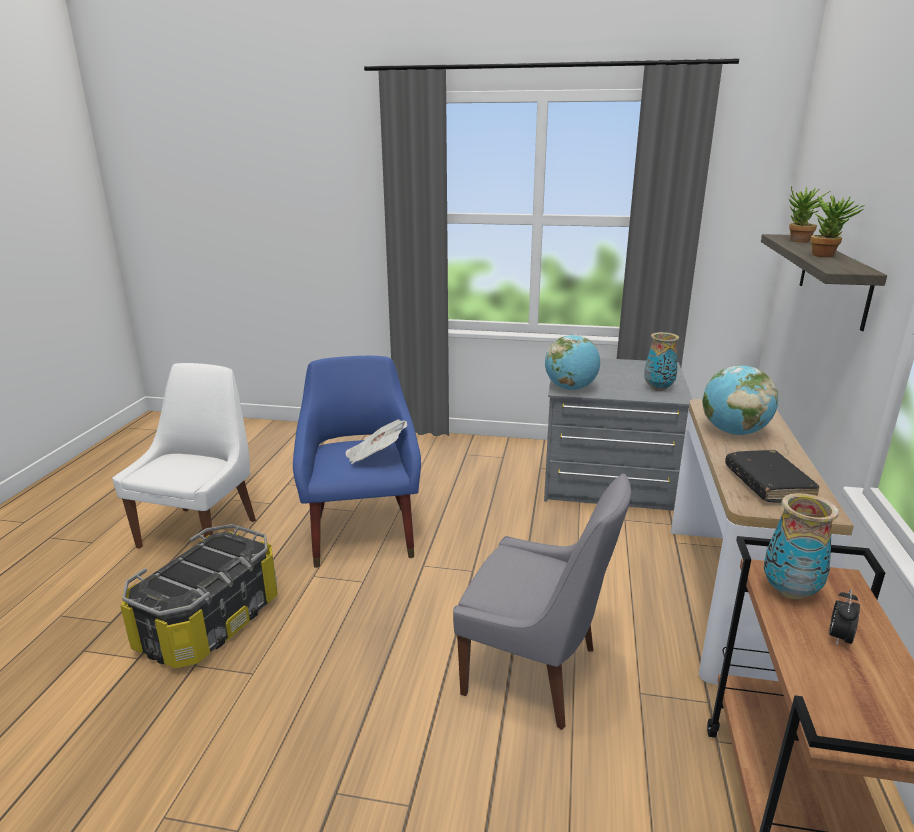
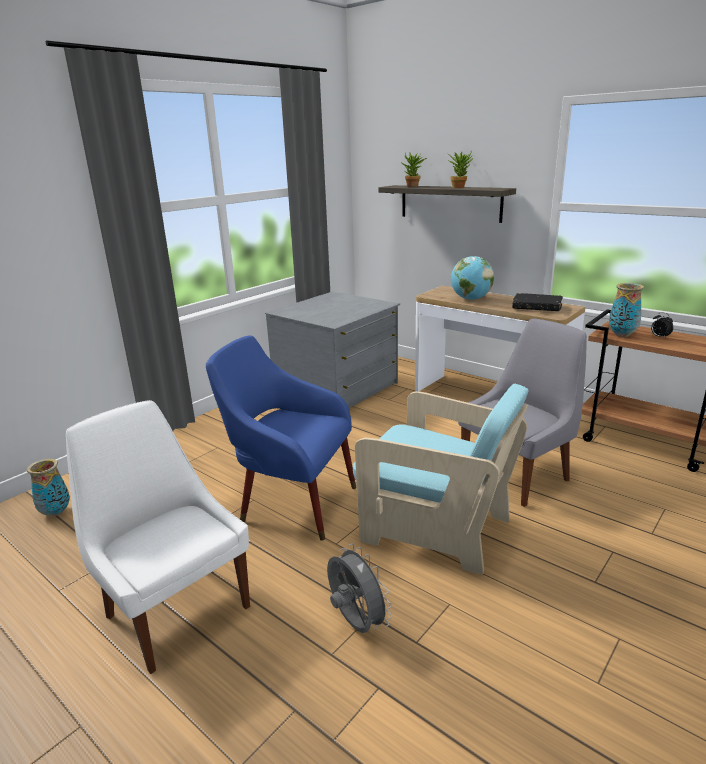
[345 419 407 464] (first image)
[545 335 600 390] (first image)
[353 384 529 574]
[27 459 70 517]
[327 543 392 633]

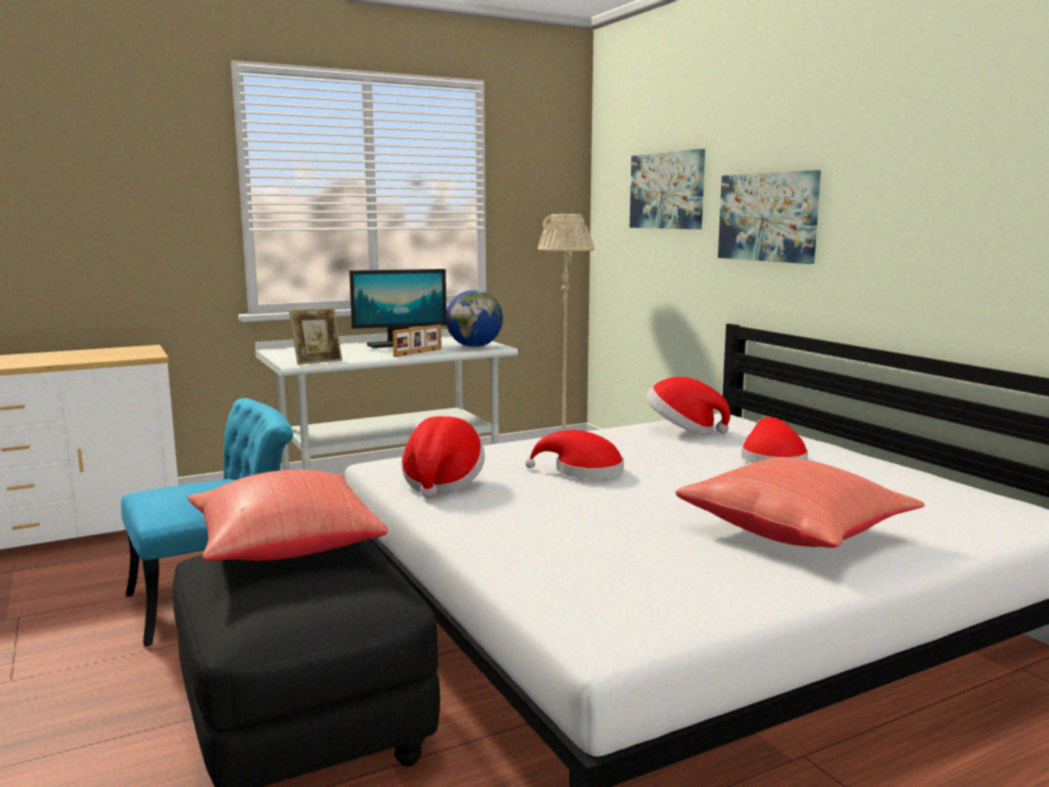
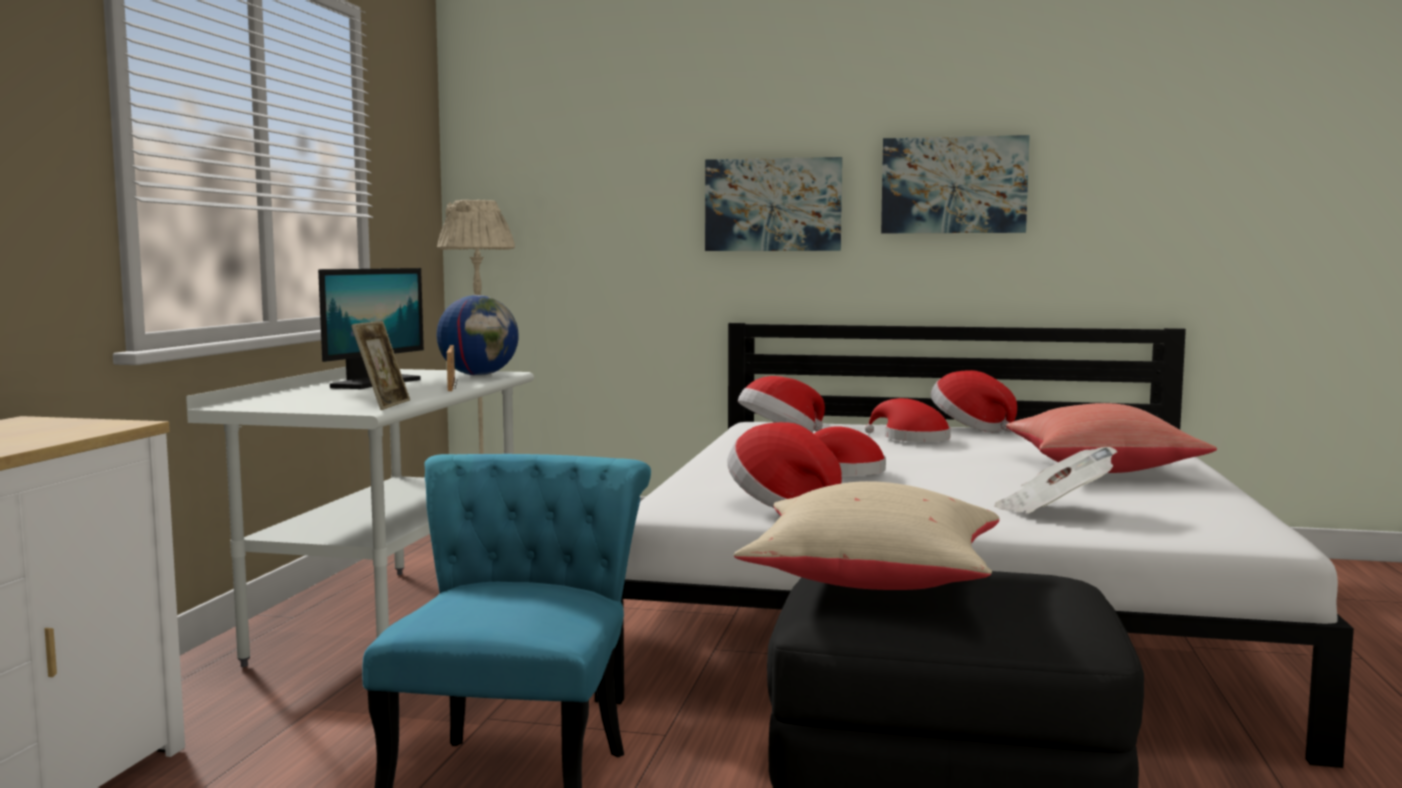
[930 370 1017 432]
[994 447 1118 513]
[881 135 1030 233]
[734 481 1000 590]

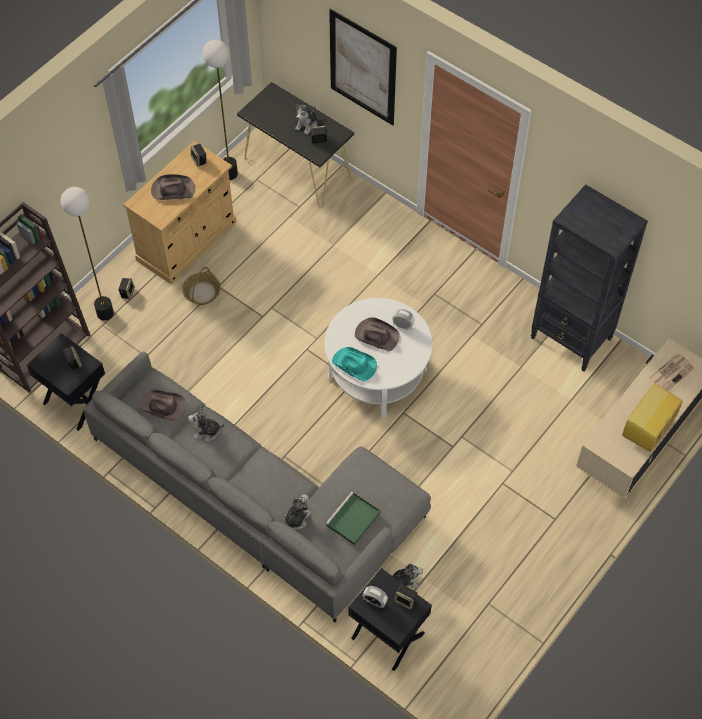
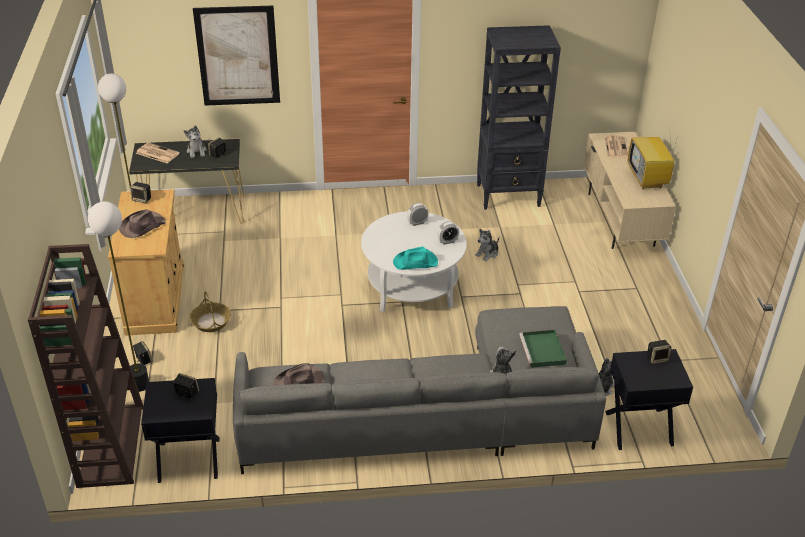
[355 317 400 352] (first image)
[136 142 180 163]
[475 229 499 261]
[437 221 459 245]

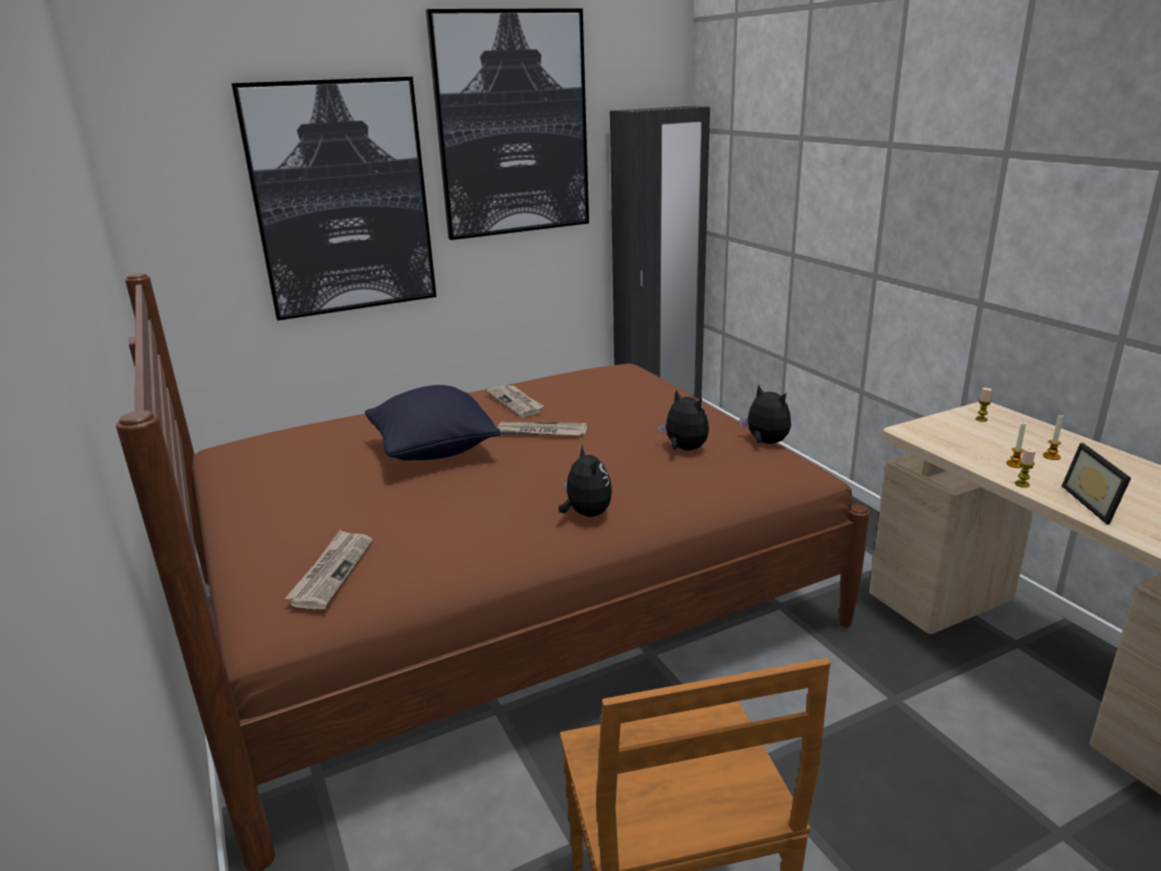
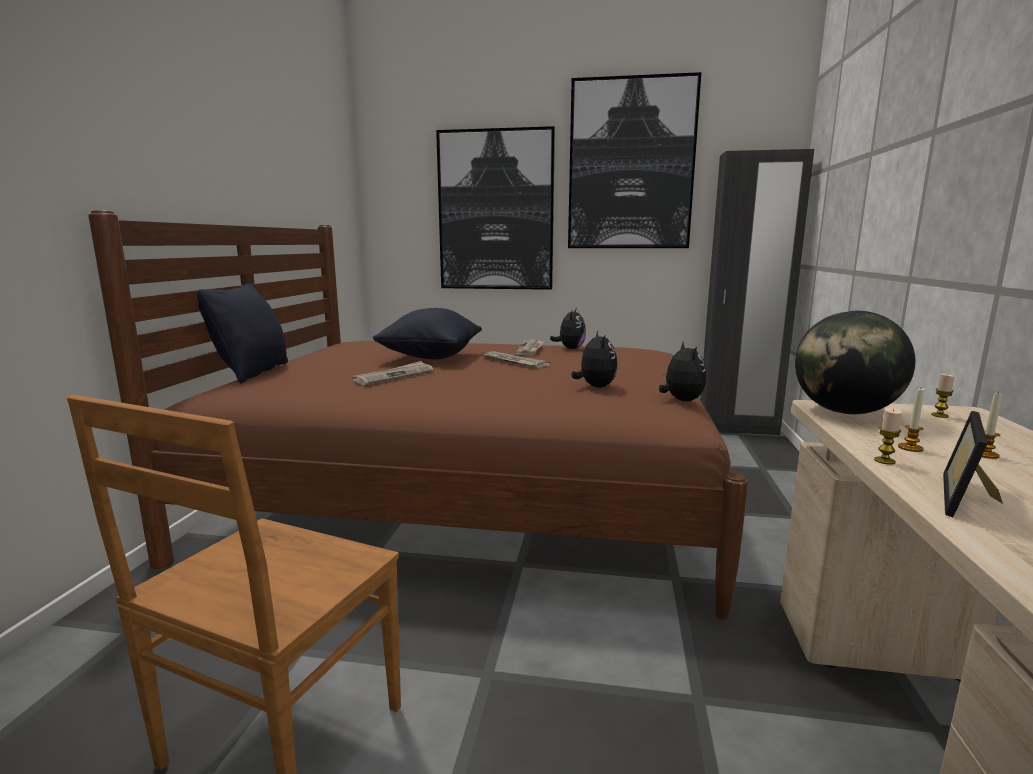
[197 282 288 383]
[795 311 915 414]
[352 361 434 385]
[550 308 586 349]

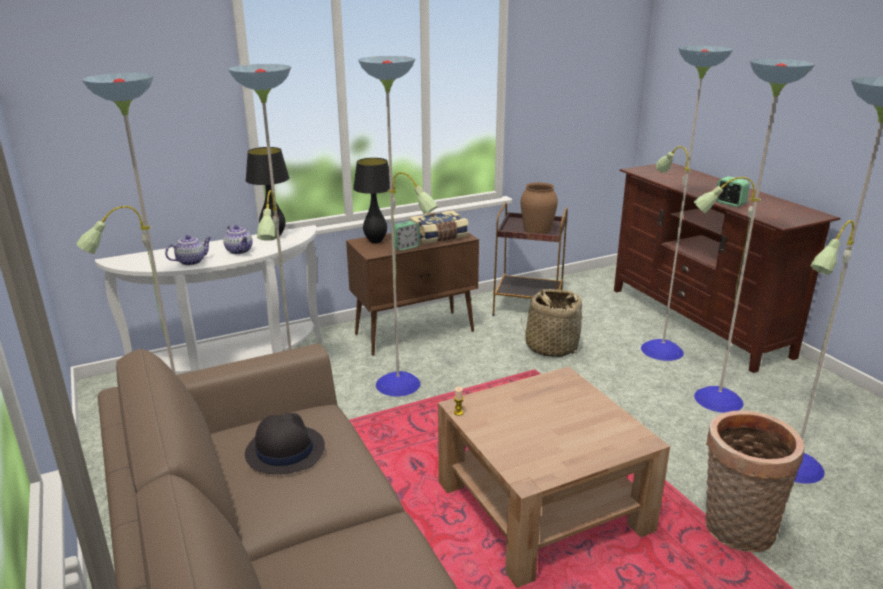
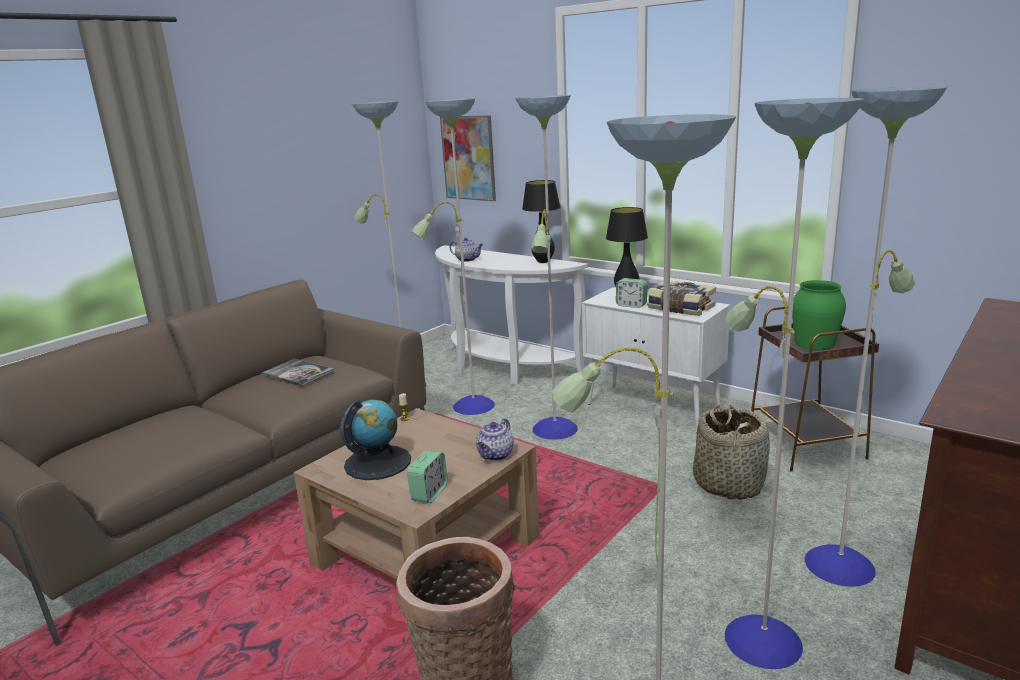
[340 399 411 480]
[440 115 496 201]
[476 418 514 461]
[407 451 448 503]
[262 359 334 386]
[582 287 730 433]
[792 280 846 351]

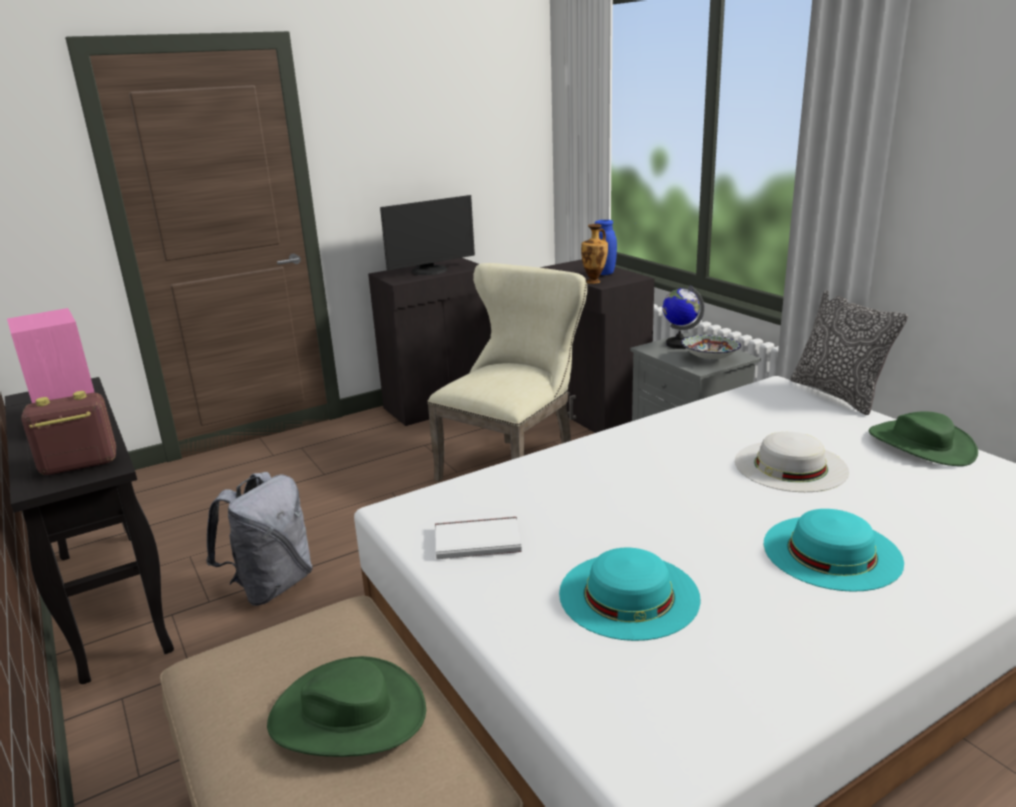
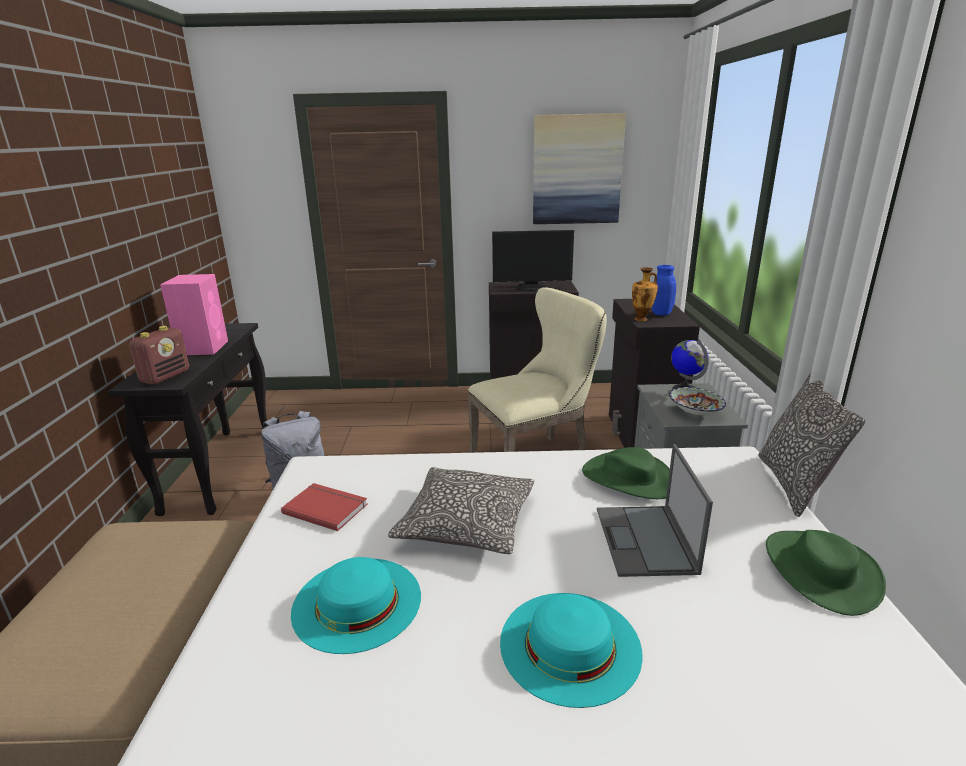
[388 467 534 554]
[533 113 626 224]
[582 447 670 499]
[597 444 713 577]
[281 483 367 531]
[129 326 189 384]

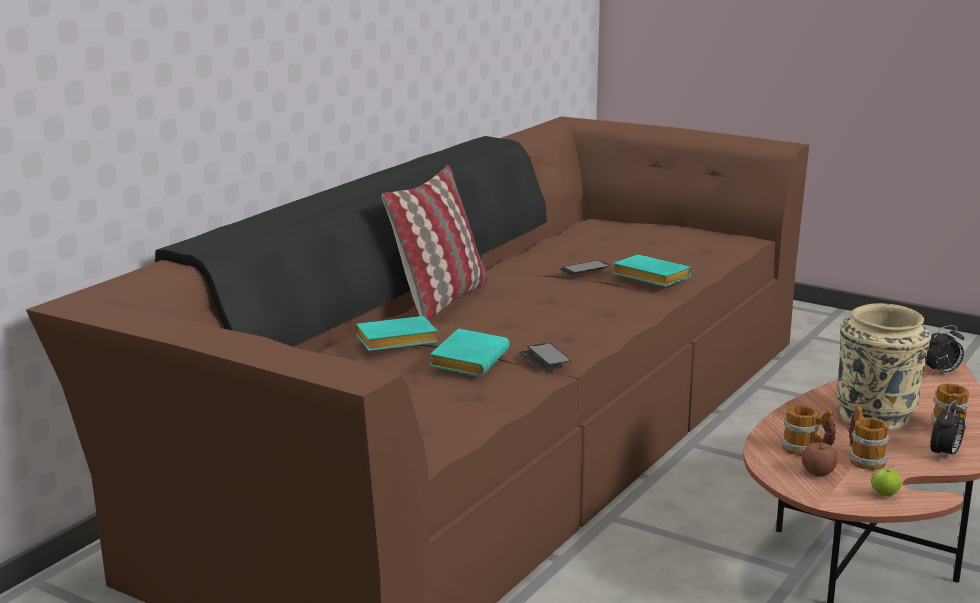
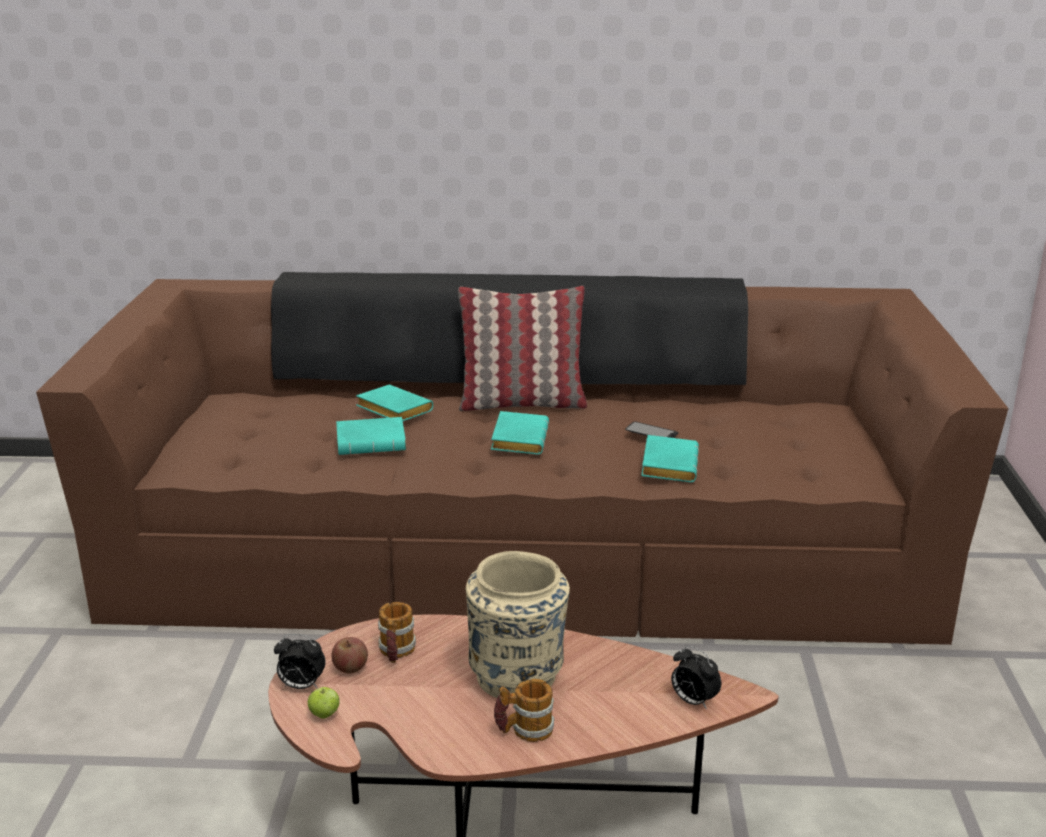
[520 343 572 371] (first image)
[848 406 890 470] (first image)
[491 411 549 455]
[274 634 326 689]

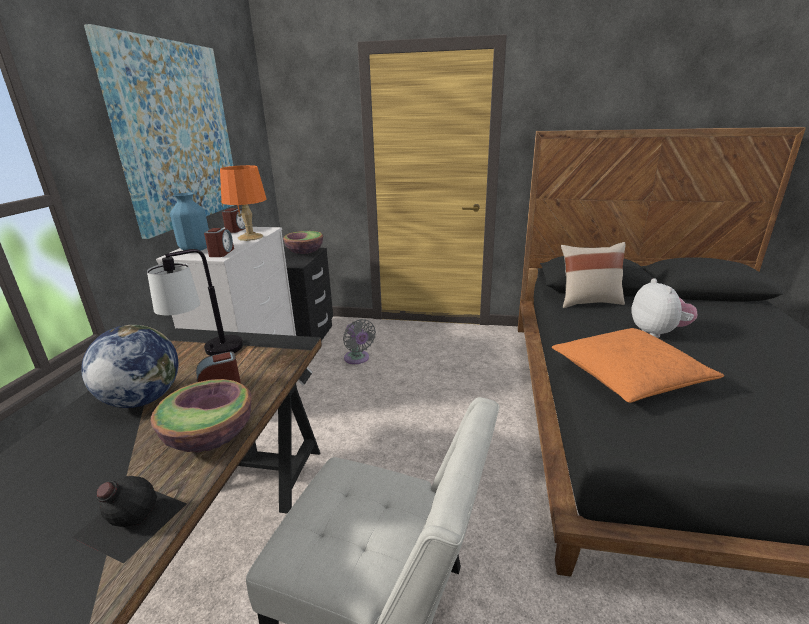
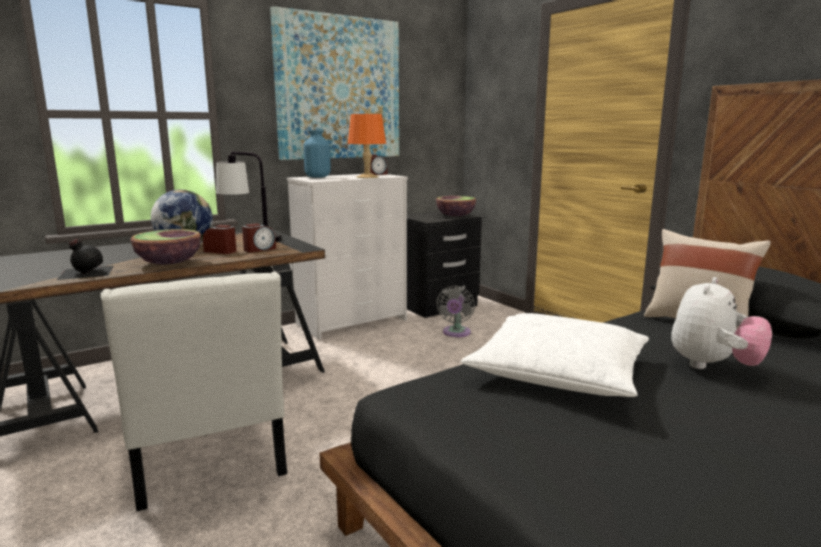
[242 223 276 253]
[461 313 649 397]

